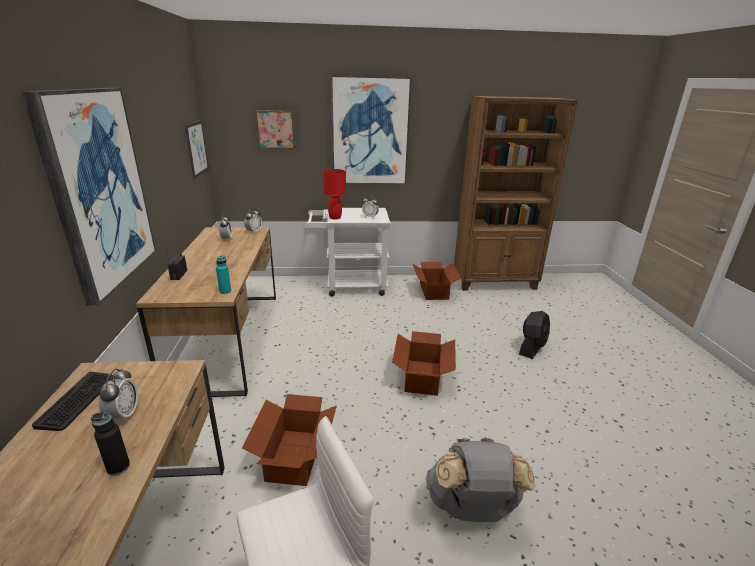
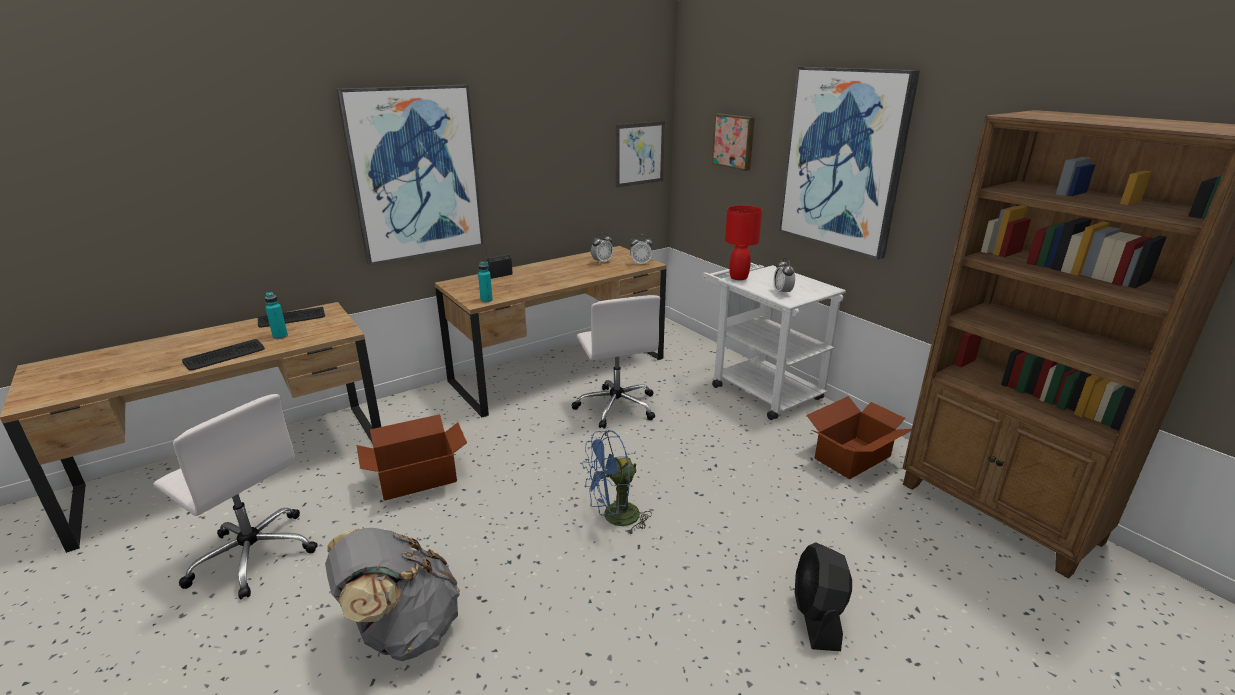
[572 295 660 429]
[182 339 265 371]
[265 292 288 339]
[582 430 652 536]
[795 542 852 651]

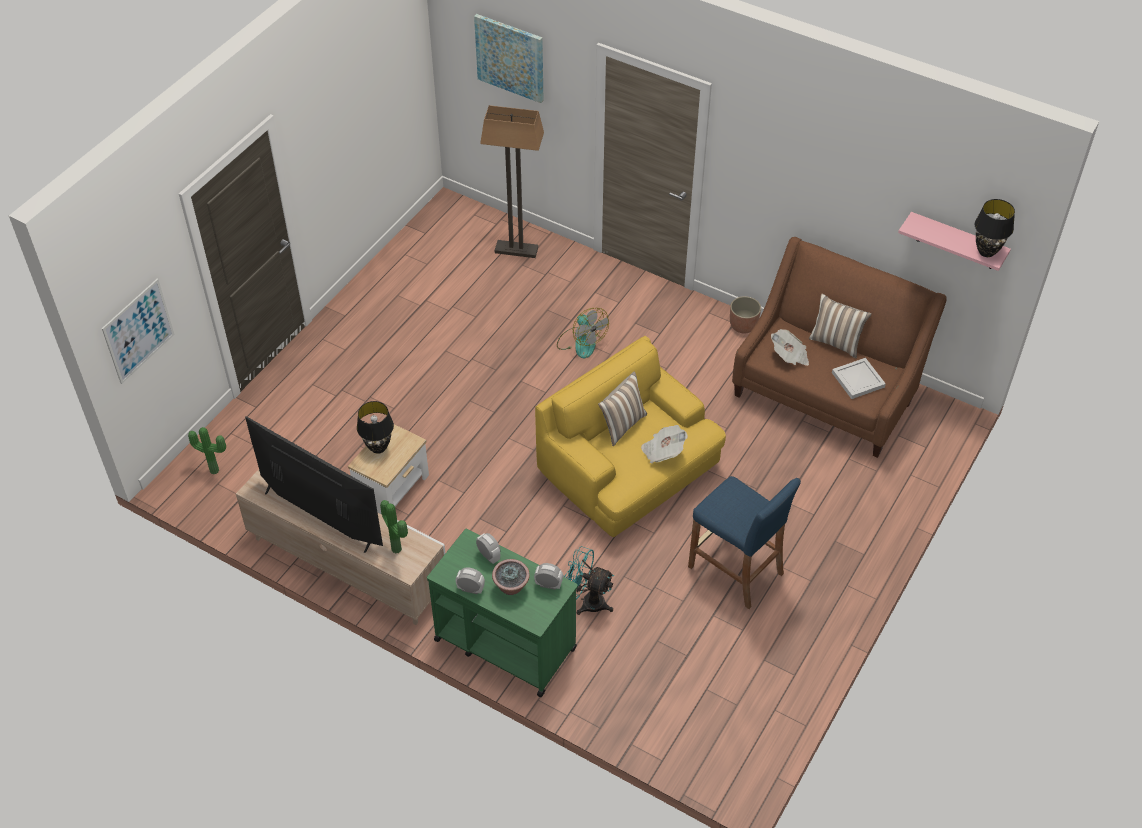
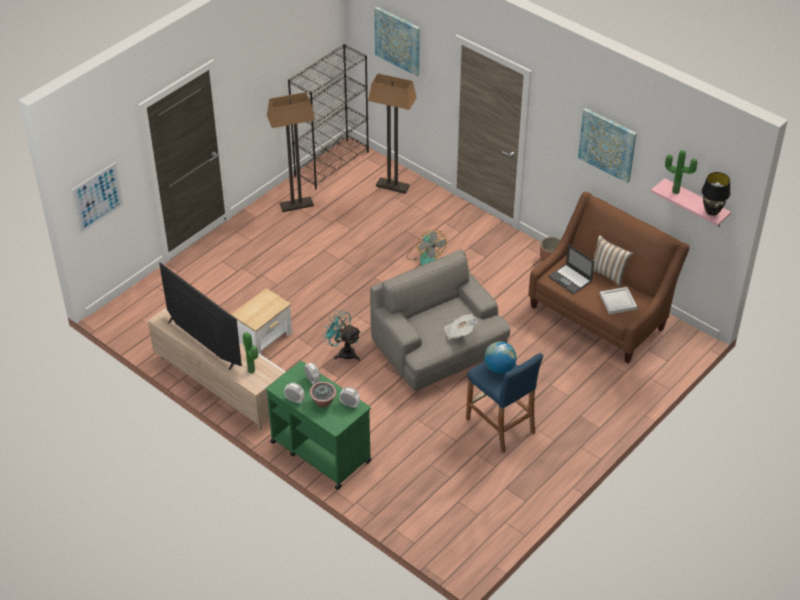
[357 401 394 454] (first image)
[598 372 647 446] (first image)
[267 92 315 212]
[288 44 369 189]
[484 341 516 374]
[578 108 637 183]
[665 150 697 194]
[322 310 361 361]
[549 244 594 294]
[370 250 510 391]

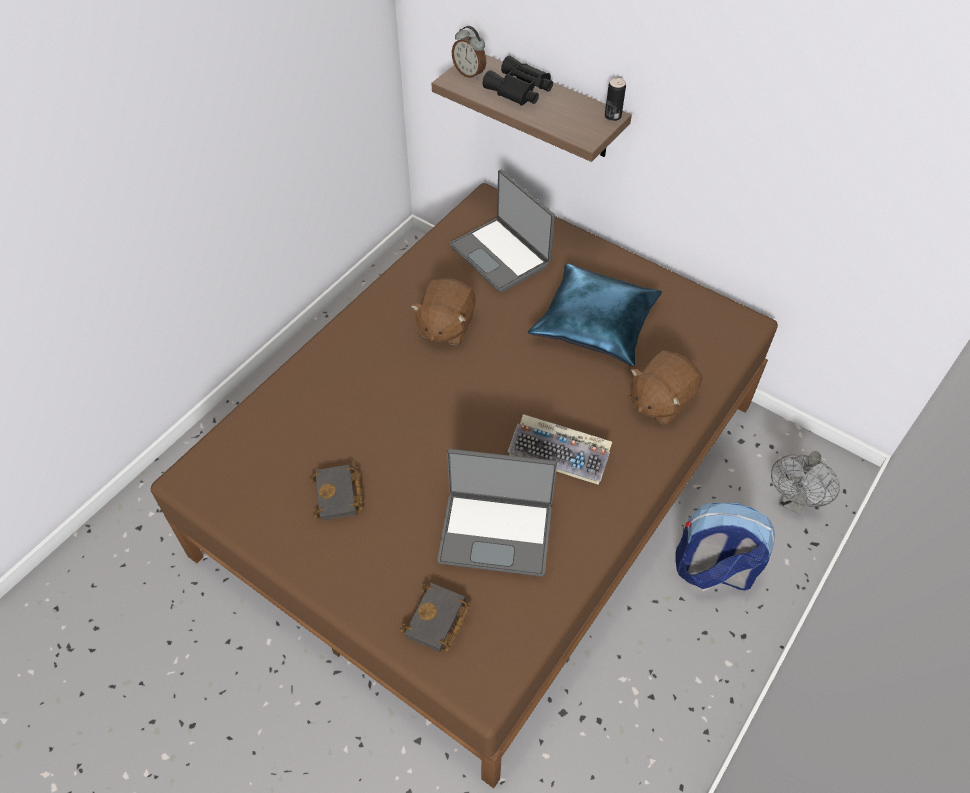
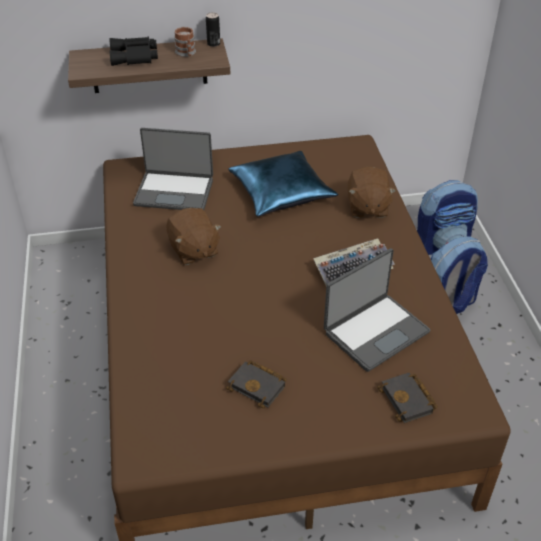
[452 26 486 80] (first image)
[174 27 196 57]
[417 180 478 255]

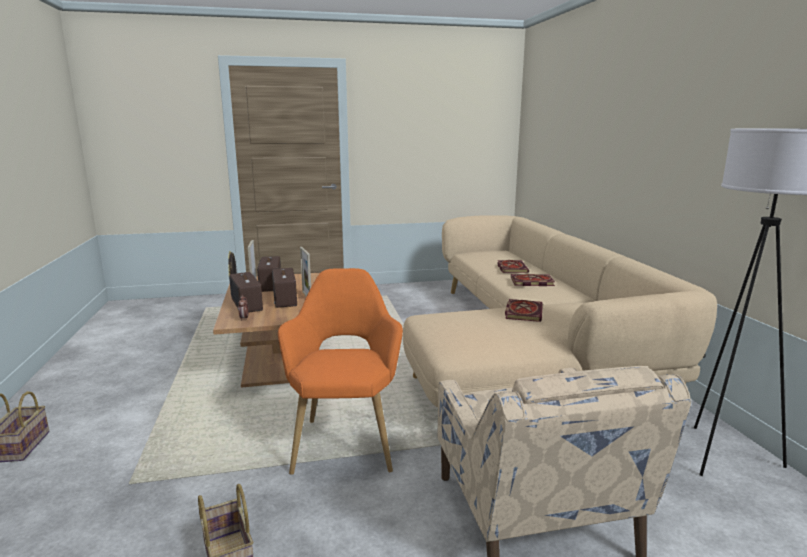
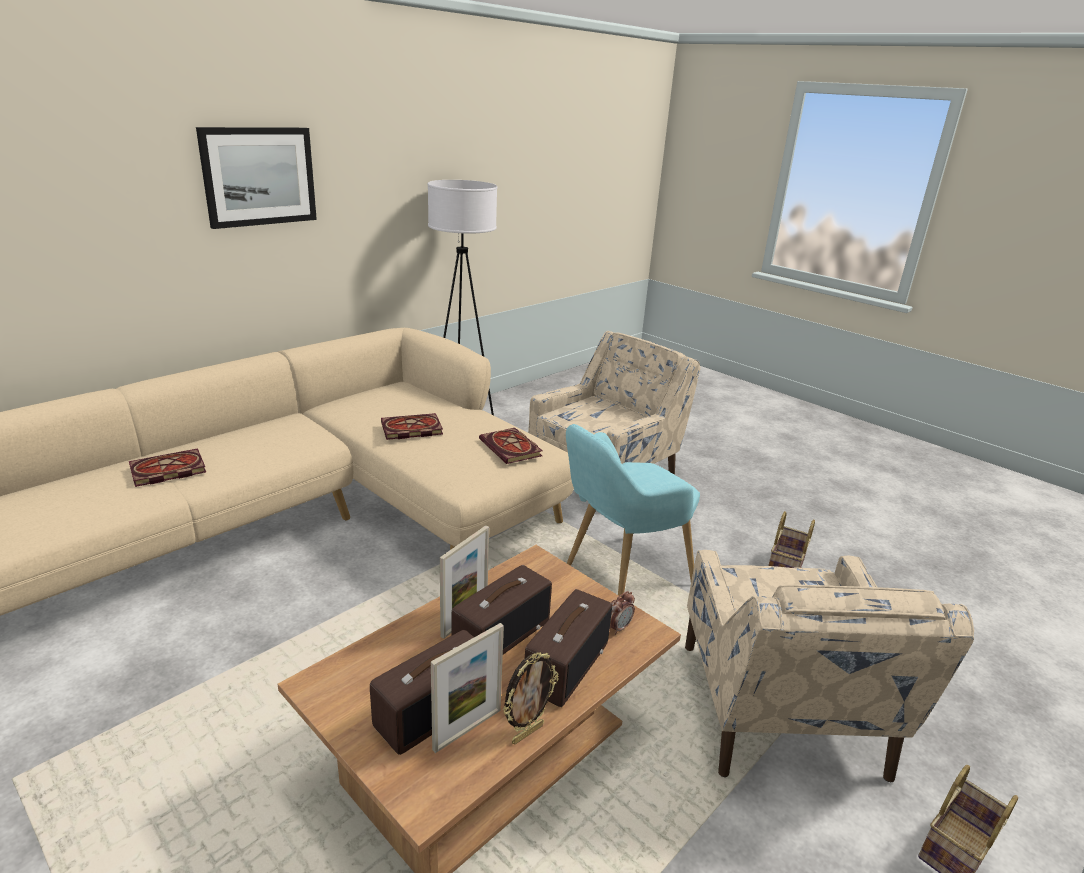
[196 127 317 229]
[685 550 974 782]
[479 428 542 464]
[566 424 700 597]

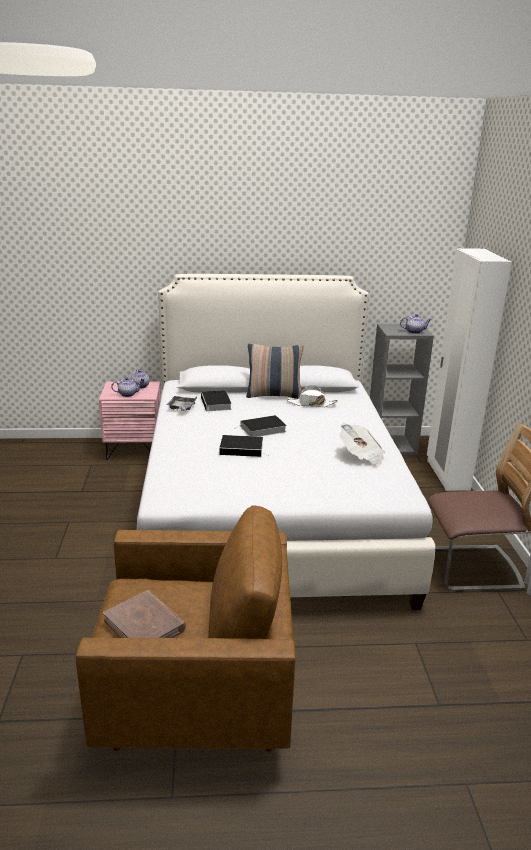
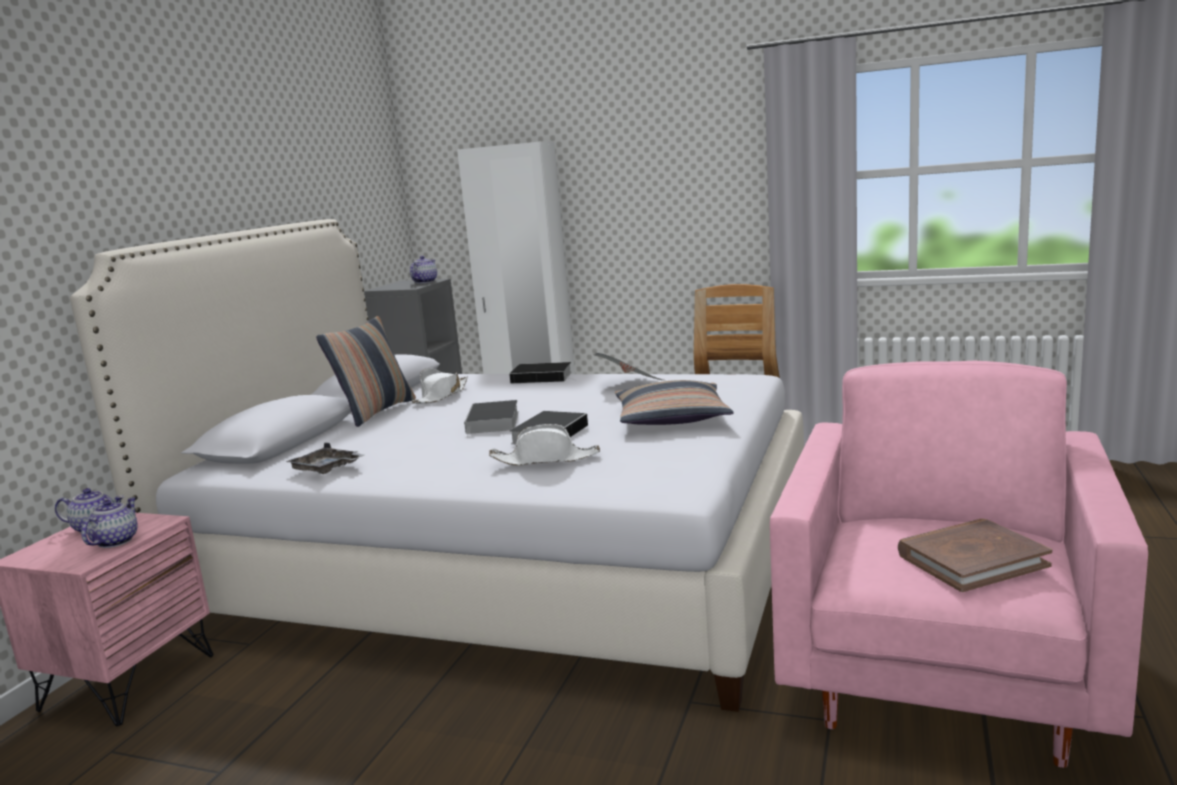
[489 424 600 465]
[615 380 734 425]
[509 362 575 383]
[770 361 1148 768]

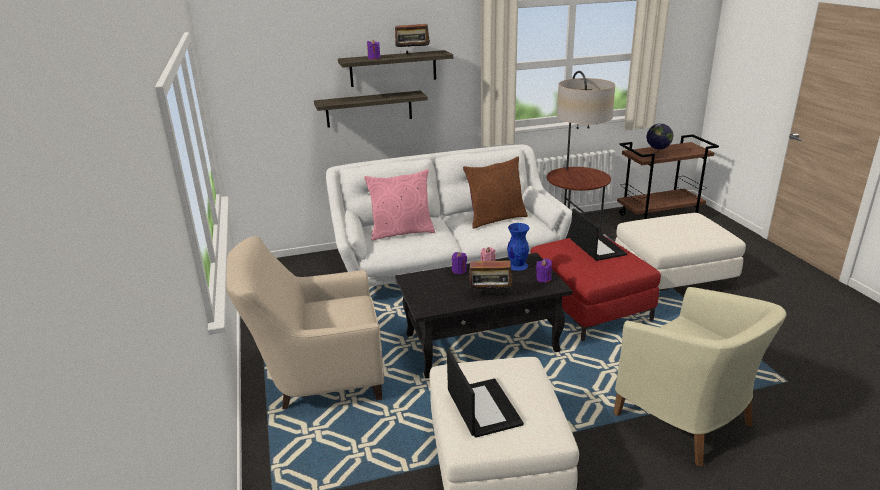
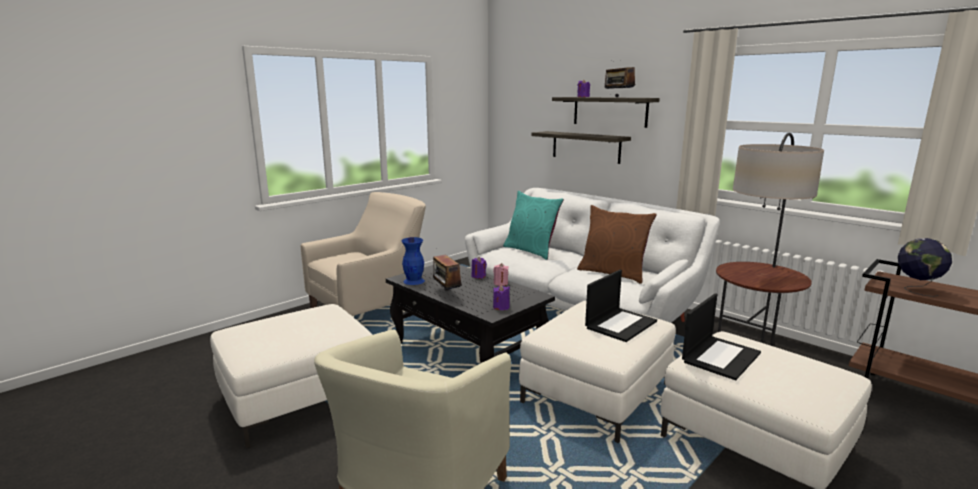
[682 293 761 380]
[402 237 425 285]
[503 191 564 260]
[519 301 676 443]
[301 192 426 317]

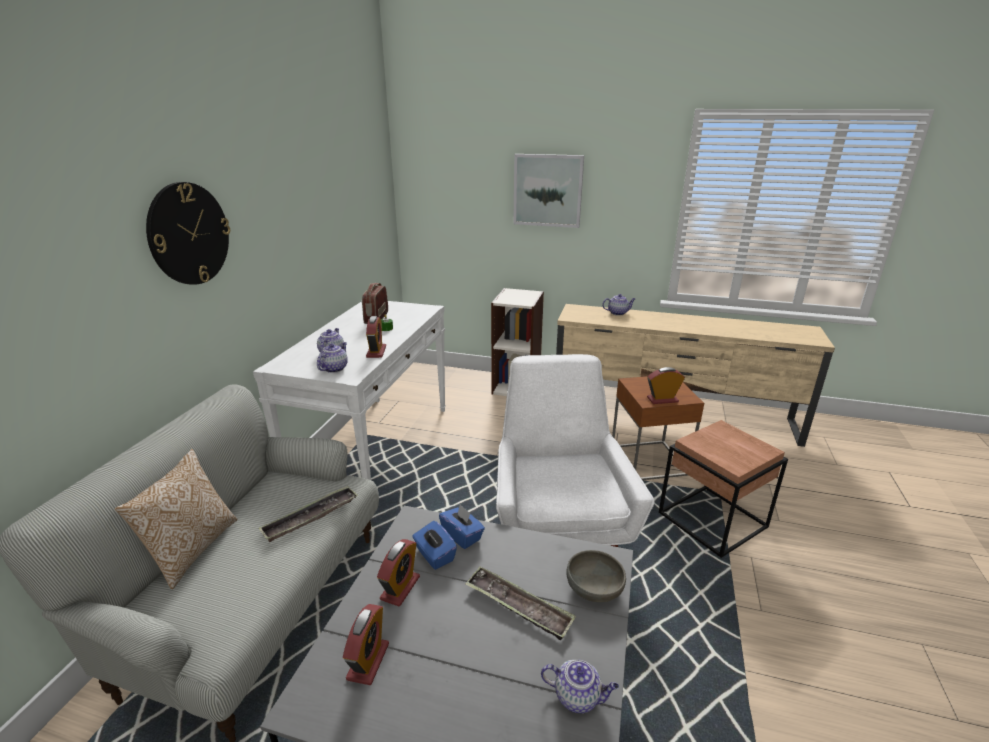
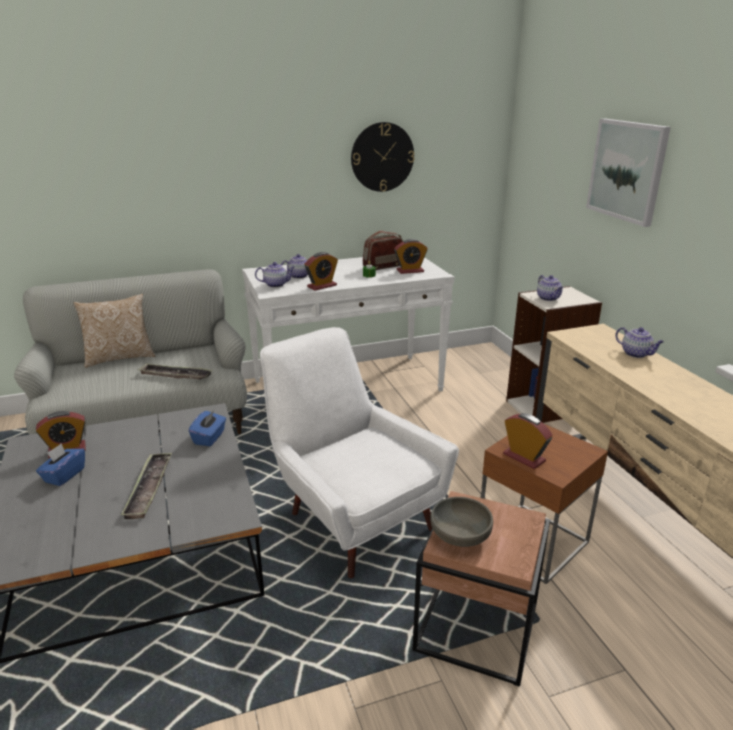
[351 122 414 192]
[394 239 428 274]
[36 443 85 486]
[537 275 563 301]
[430 497 493 547]
[260 327 459 578]

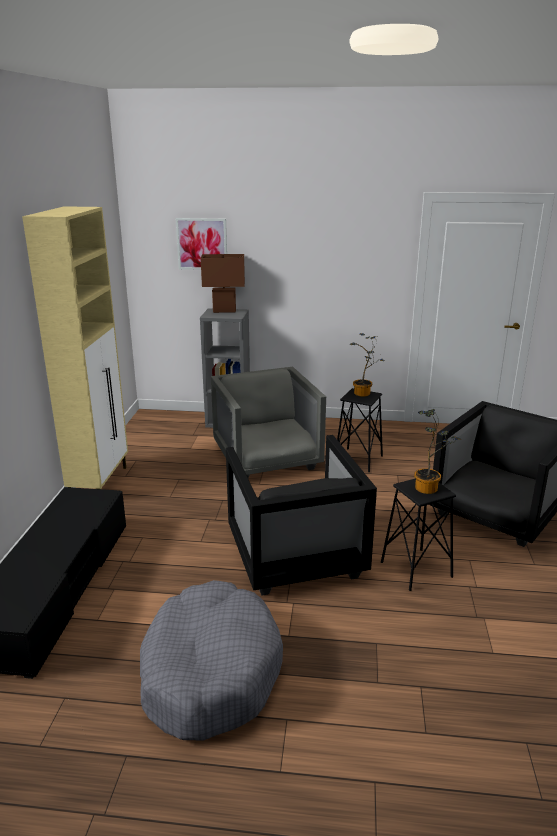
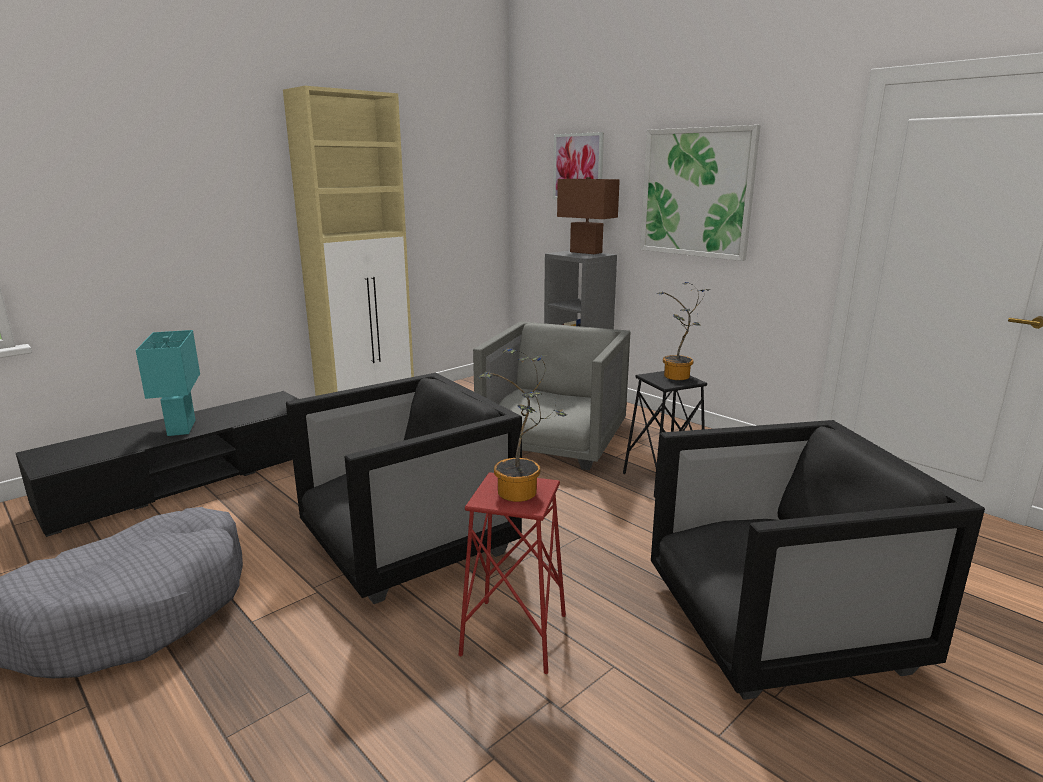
[136 330 200 436]
[640 125 761 261]
[459 472 566 674]
[286 373 522 604]

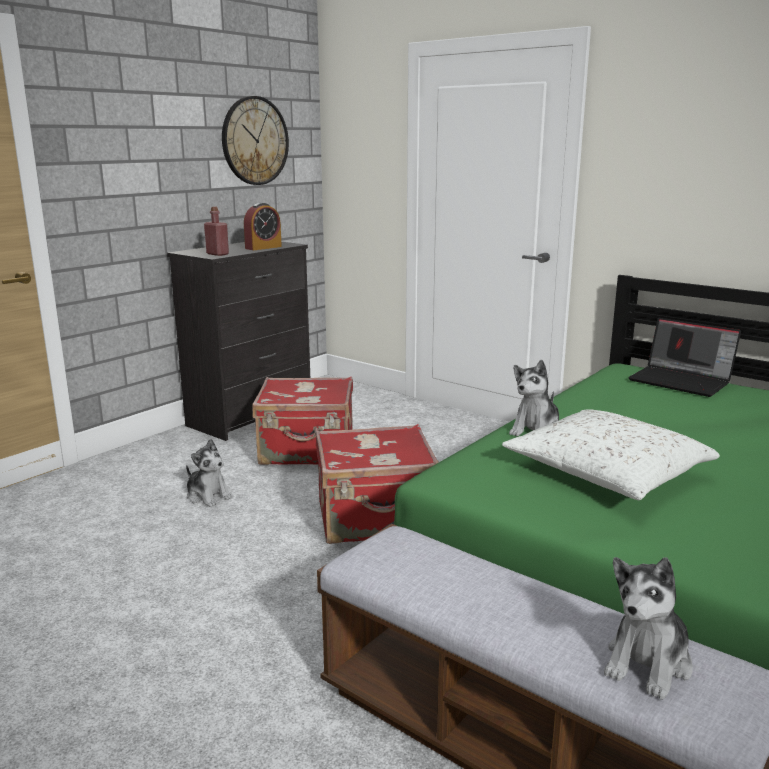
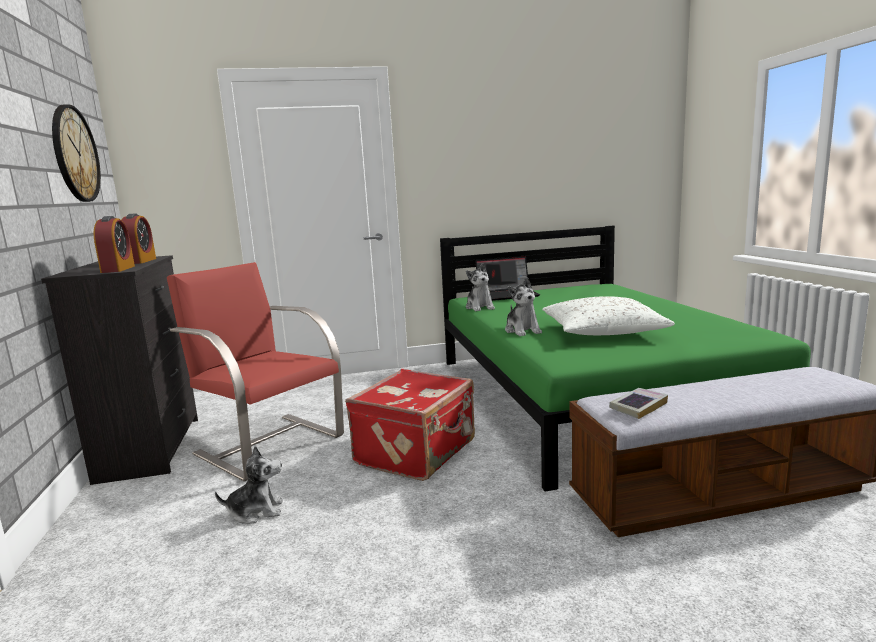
[609 388 668 419]
[466 263 495 311]
[94 216 135 273]
[167 262 344 482]

